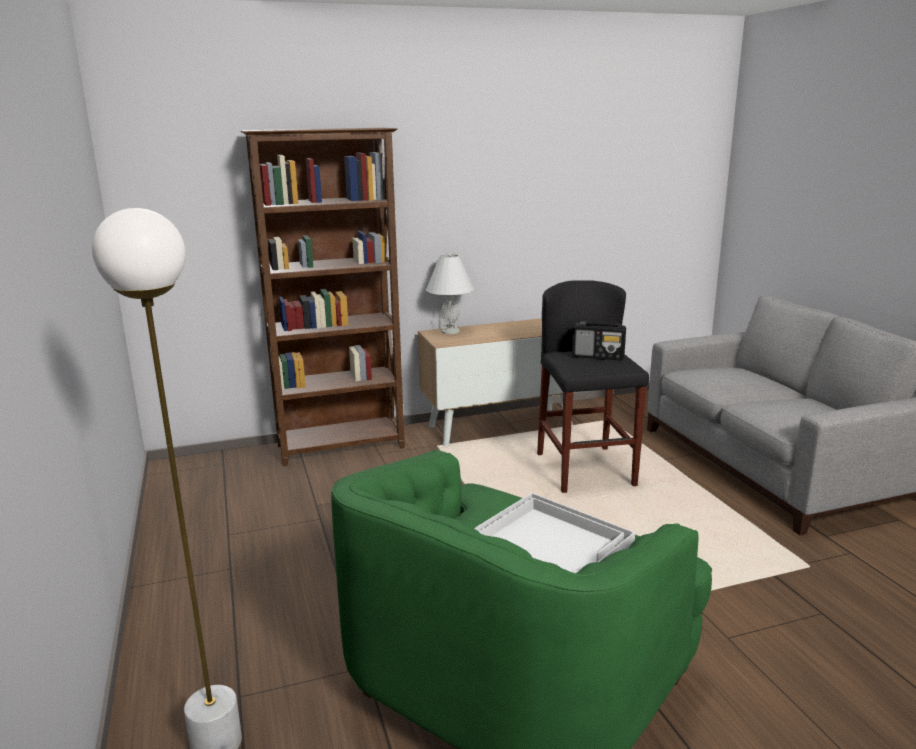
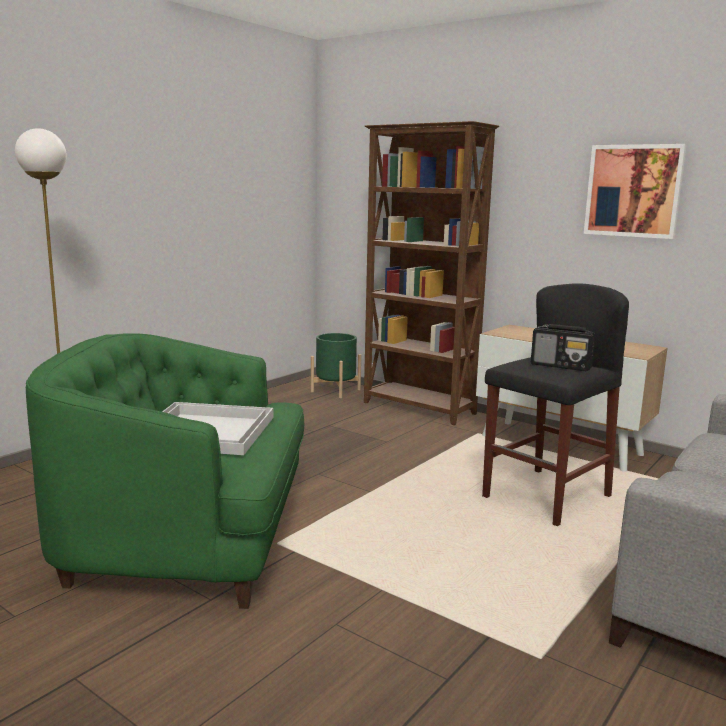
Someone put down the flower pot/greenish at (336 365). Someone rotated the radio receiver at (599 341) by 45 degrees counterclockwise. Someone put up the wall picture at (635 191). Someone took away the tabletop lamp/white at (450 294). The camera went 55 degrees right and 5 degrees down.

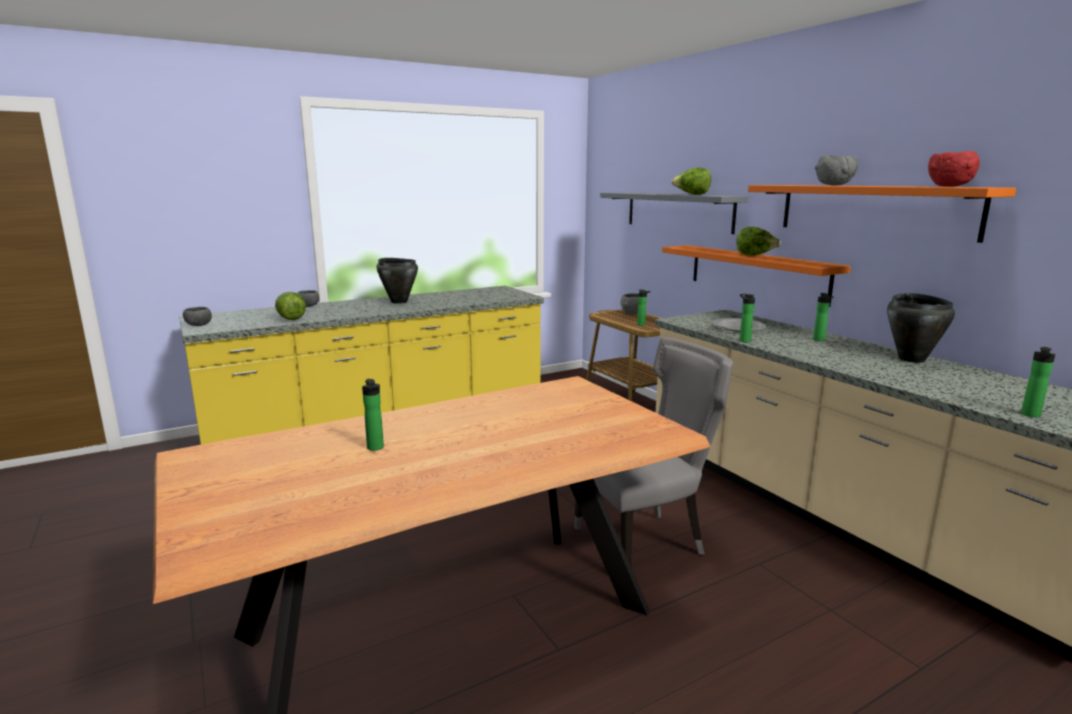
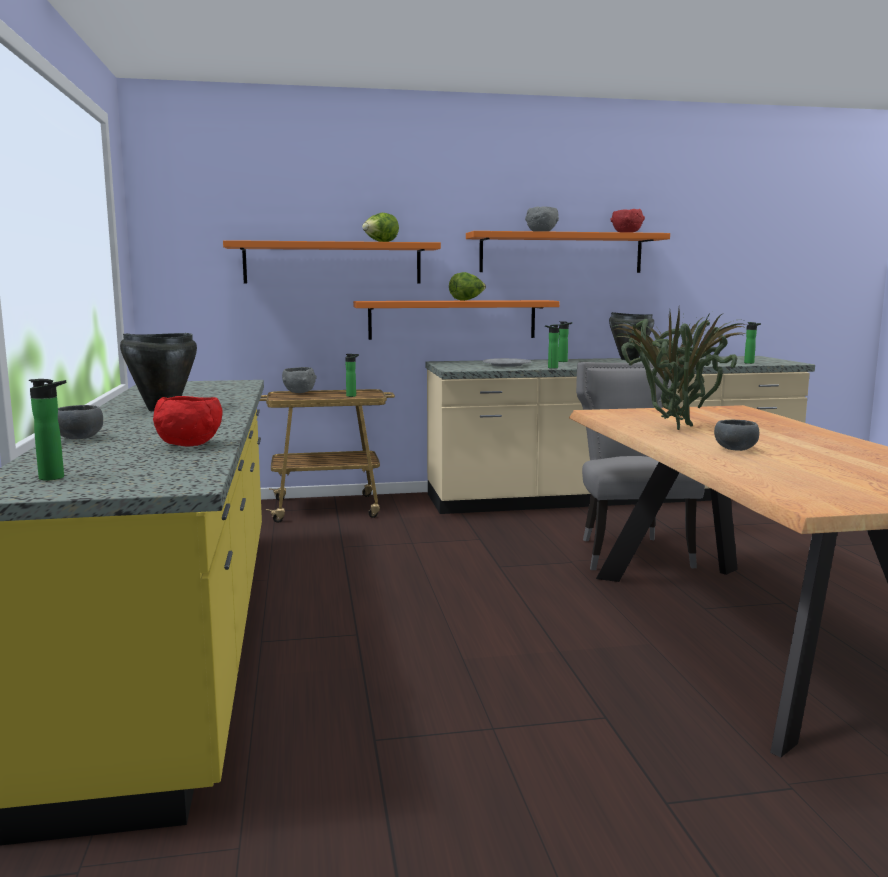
Someone carried the drink bottle from (373 415) to (47 429). Someone swapped the lettuce head at (290 306) for the bowl/red-coloured at (187 421). Someone repainted the bracket shelf/grey at (674 213), which became the bracket shelf/orange-coloured at (332 261). Someone put down the houseplant at (679 369). Someone carried the bowl/grey from (197 316) to (736 435). The camera went 70 degrees left and 5 degrees down.

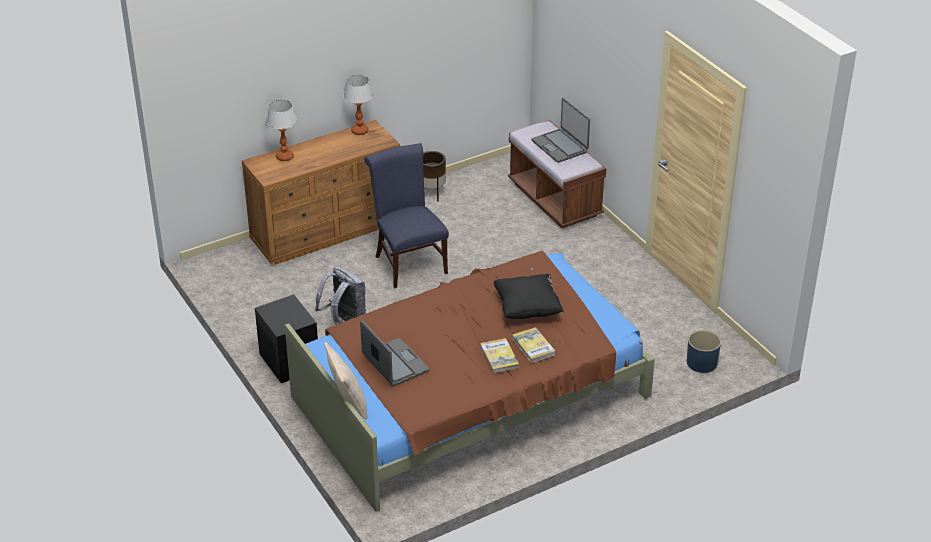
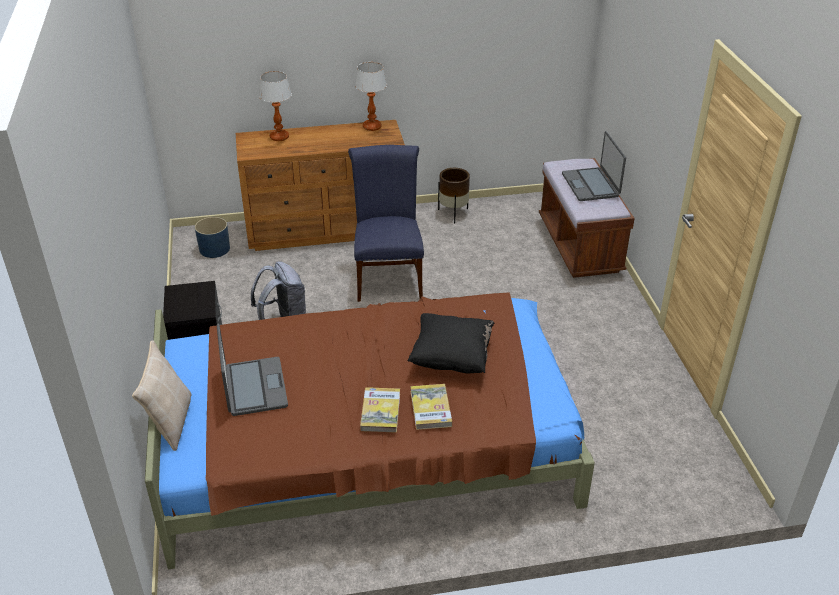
Someone carried the flower pot/blue from (704 351) to (212 237). The camera went 20 degrees right and 0 degrees up.

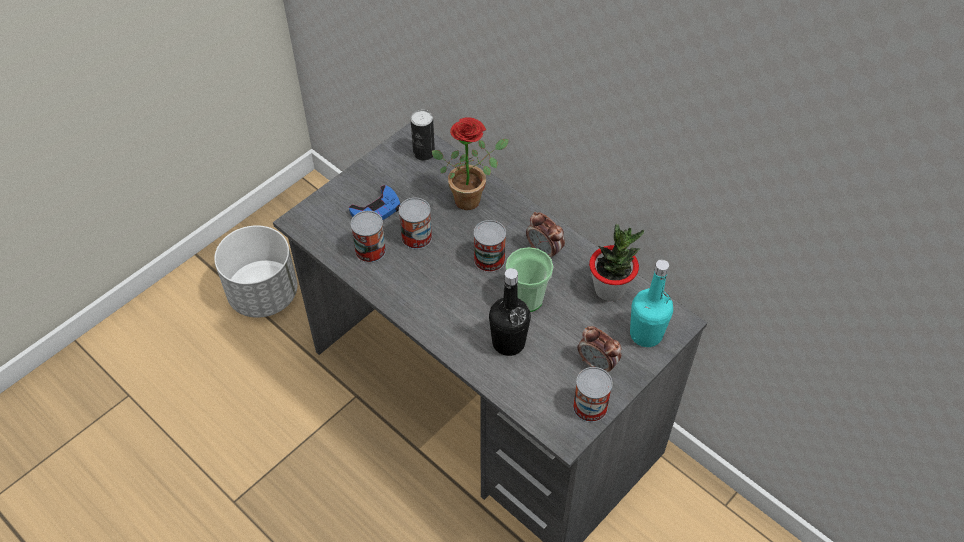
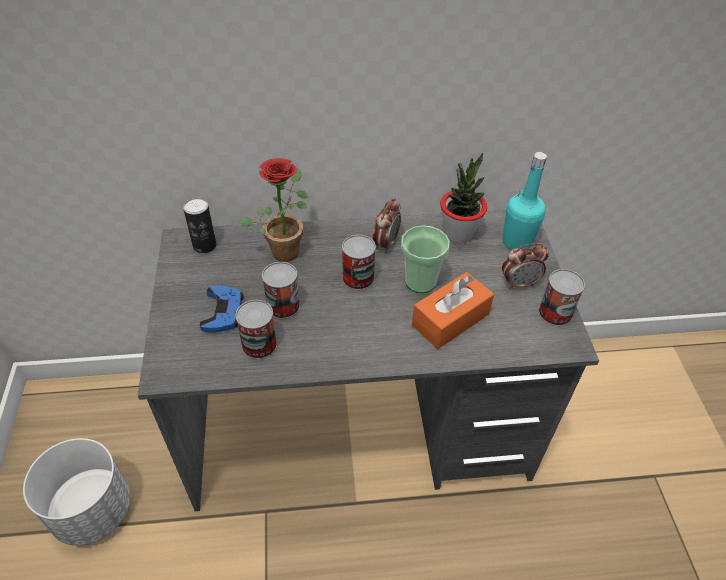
Someone rotated the alarm clock at (545 234) by 60 degrees counterclockwise. Someone swapped the drink bottle/blackish at (510 312) for the box of tissues/orange-coloured at (453 310). The camera went 50 degrees left and 5 degrees down.

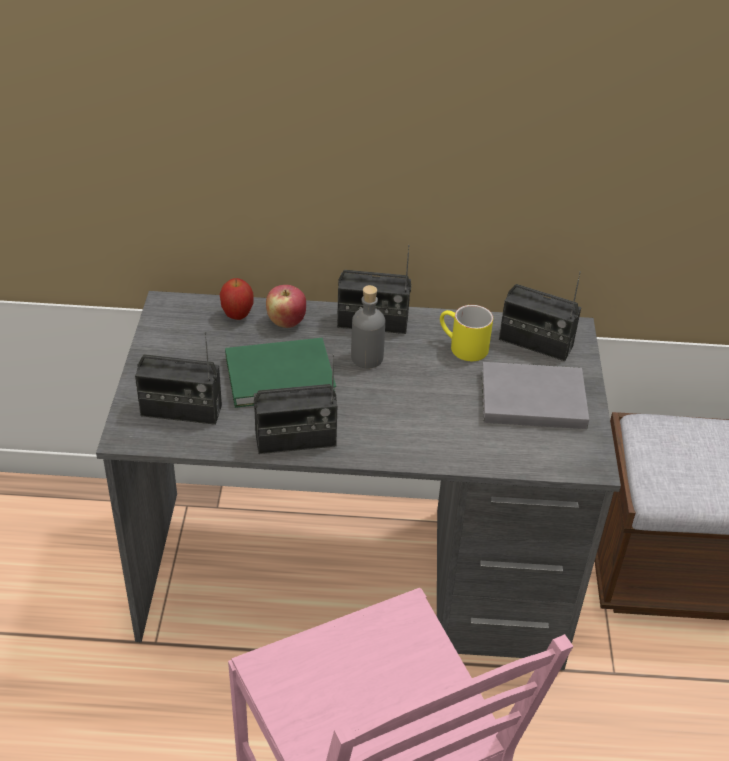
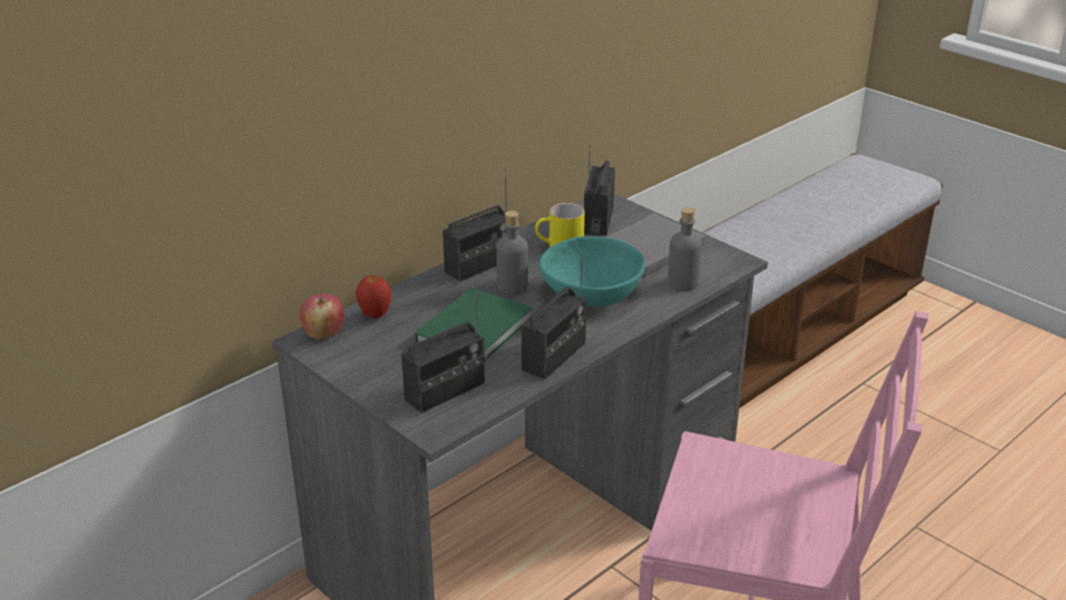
Someone carried the whole apple from (286 306) to (322 316). Someone put down the bowl/blue-green at (592 271). Someone rotated the radio receiver at (540 316) by 120 degrees clockwise. Someone put down the drink bottle/grey at (685 249). The camera went 45 degrees left and 10 degrees down.

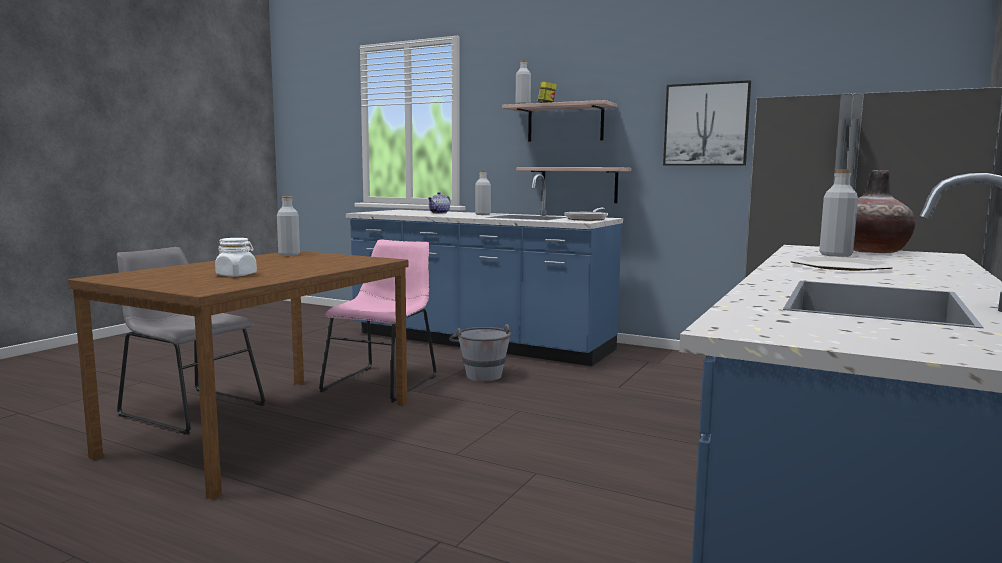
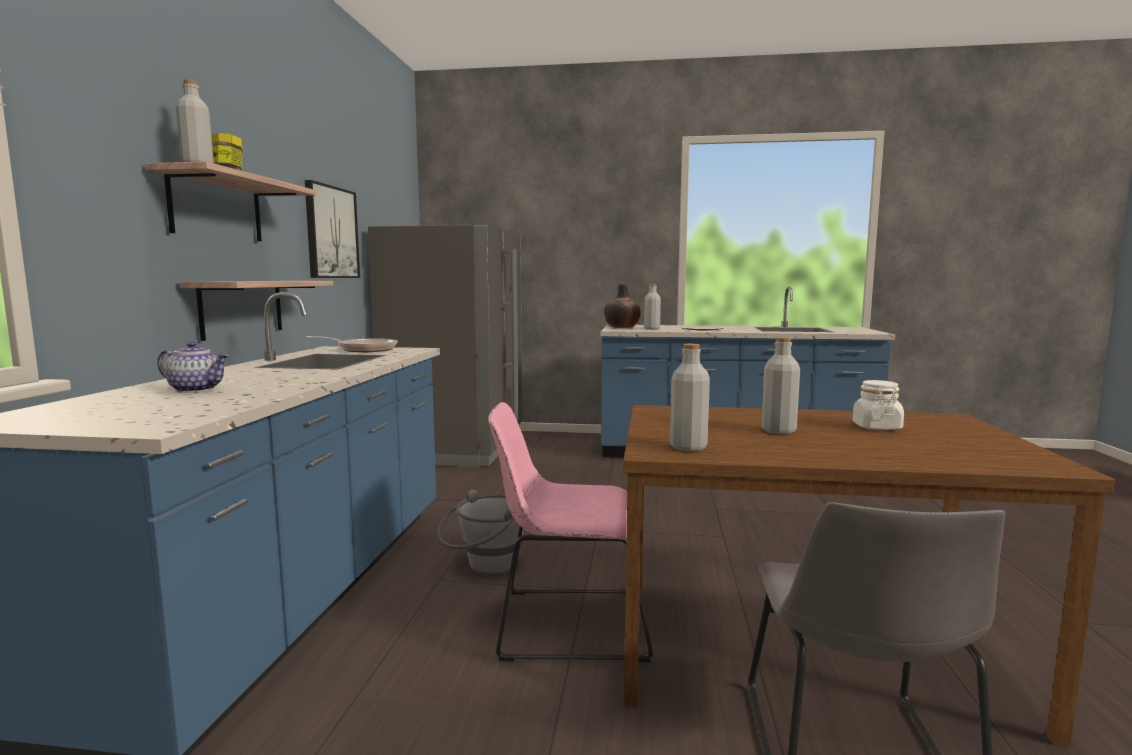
Someone carried the drink bottle/grey from (483 193) to (780 385). The camera went 110 degrees left and 0 degrees up.

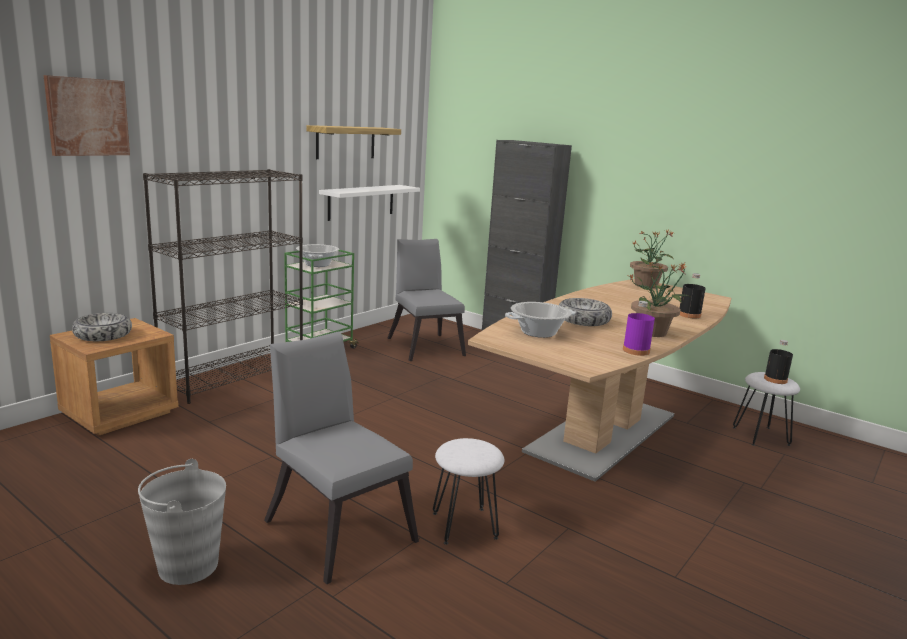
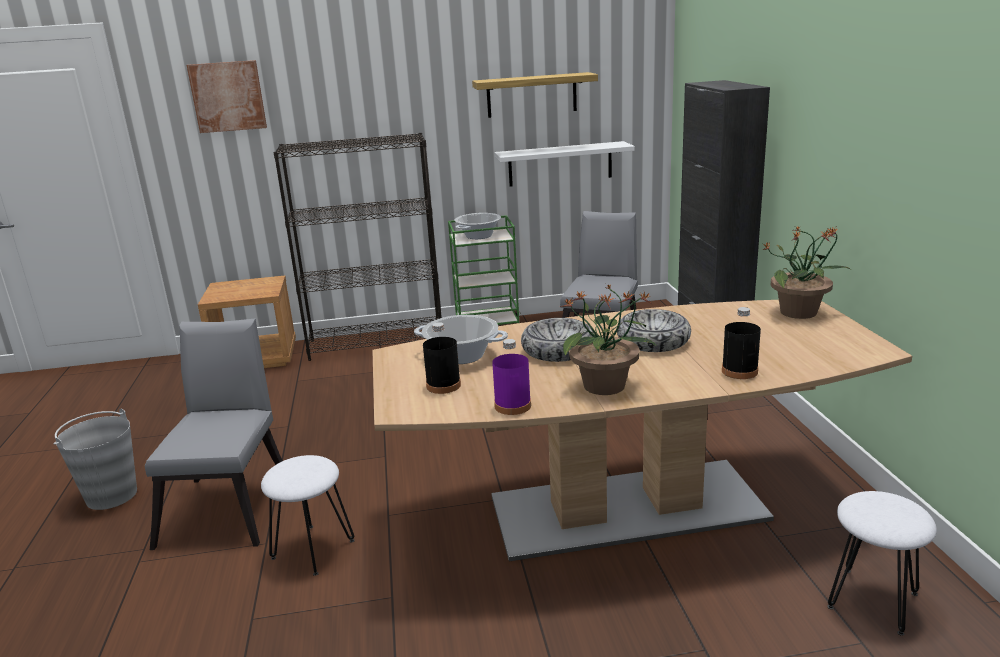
Someone carried the drink bottle/blackish from (778 362) to (442 358). Someone carried the bowl from (102 327) to (654 330). The camera went 45 degrees right and 5 degrees up.

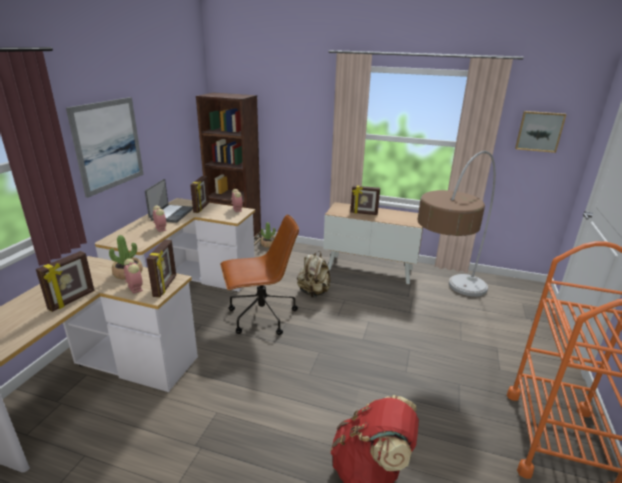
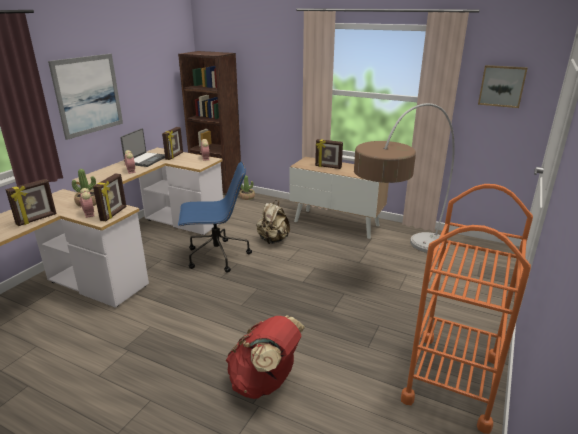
Someone repainted the computer chair/brownish at (259 274), which became the computer chair/blue at (215 217). The camera went 10 degrees right and 0 degrees up.

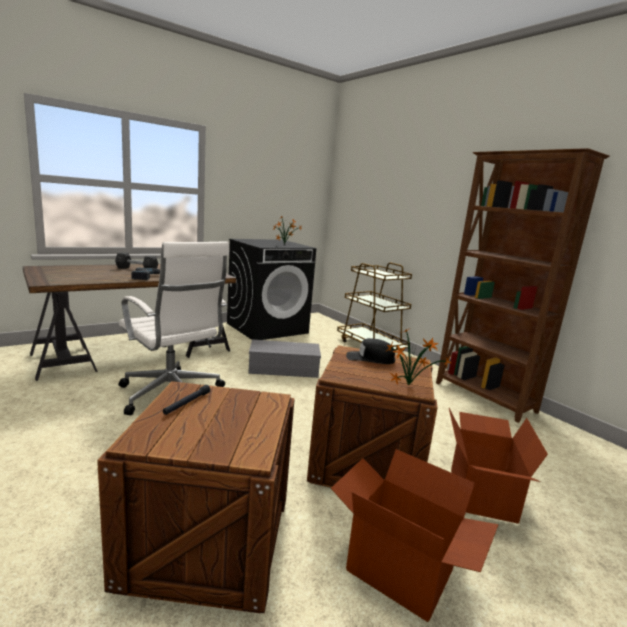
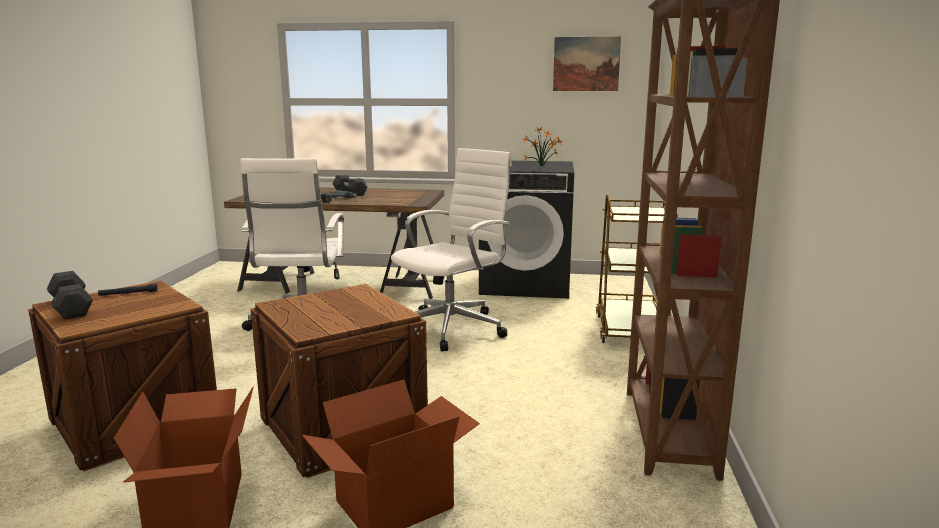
Someone put down the dumbbell/grey at (70 295). Someone swapped the storage bin/grey at (284 358) for the computer chair/white at (451 250). Someone put up the wall picture at (587 64). Someone took away the cap/blackish at (370 351). Someone took away the houseplant at (418 357). The camera went 45 degrees right and 0 degrees up.

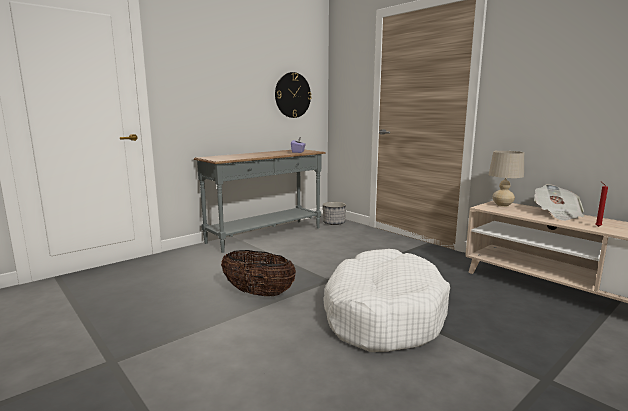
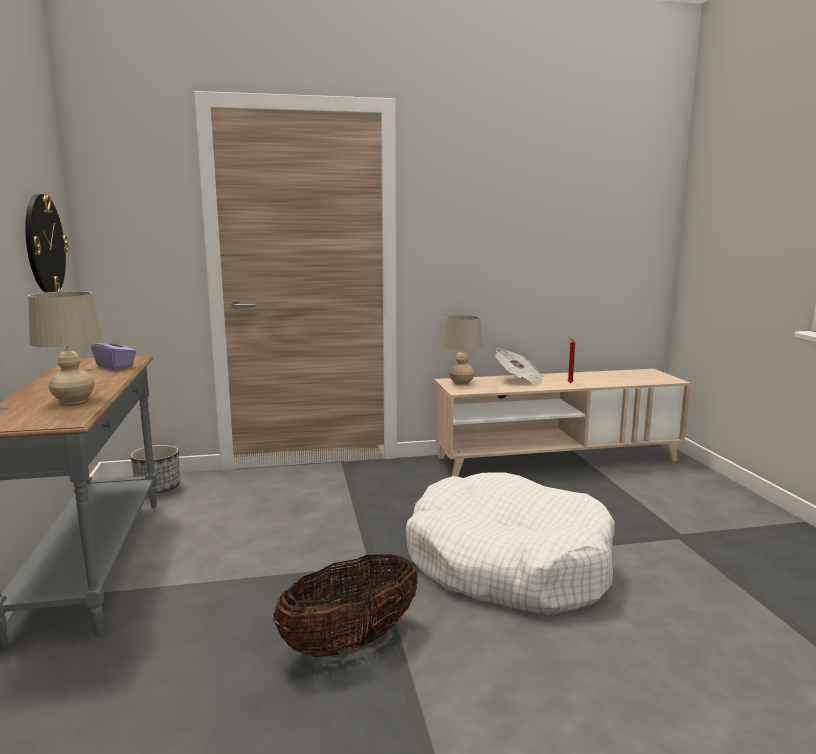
Someone put down the tabletop lamp/beige at (65 347). The camera went 60 degrees left and 0 degrees up.

